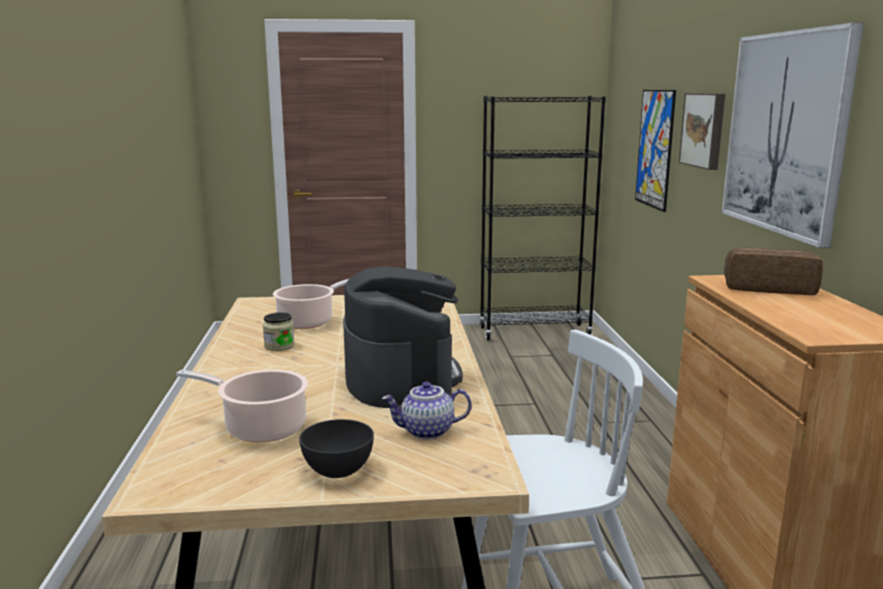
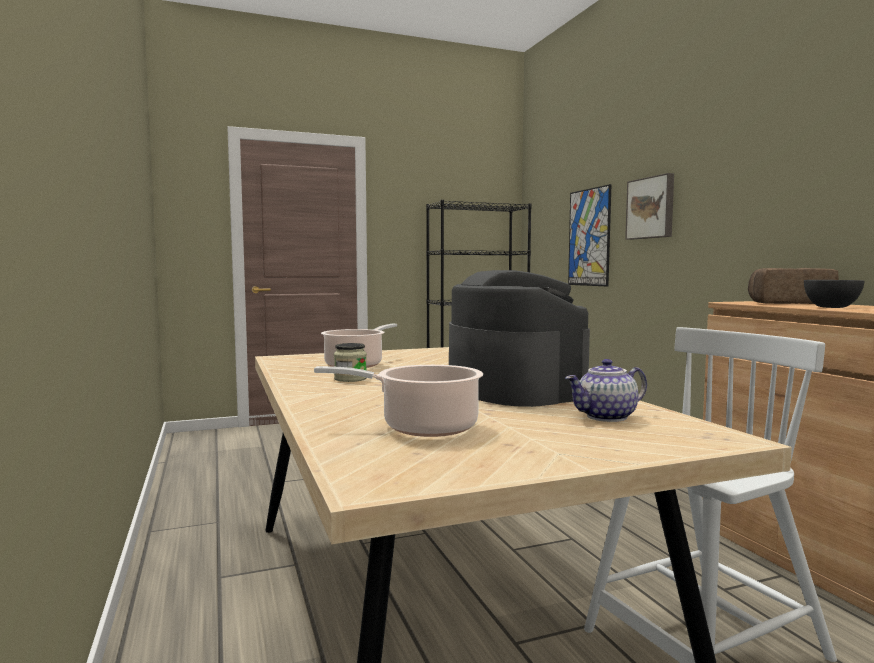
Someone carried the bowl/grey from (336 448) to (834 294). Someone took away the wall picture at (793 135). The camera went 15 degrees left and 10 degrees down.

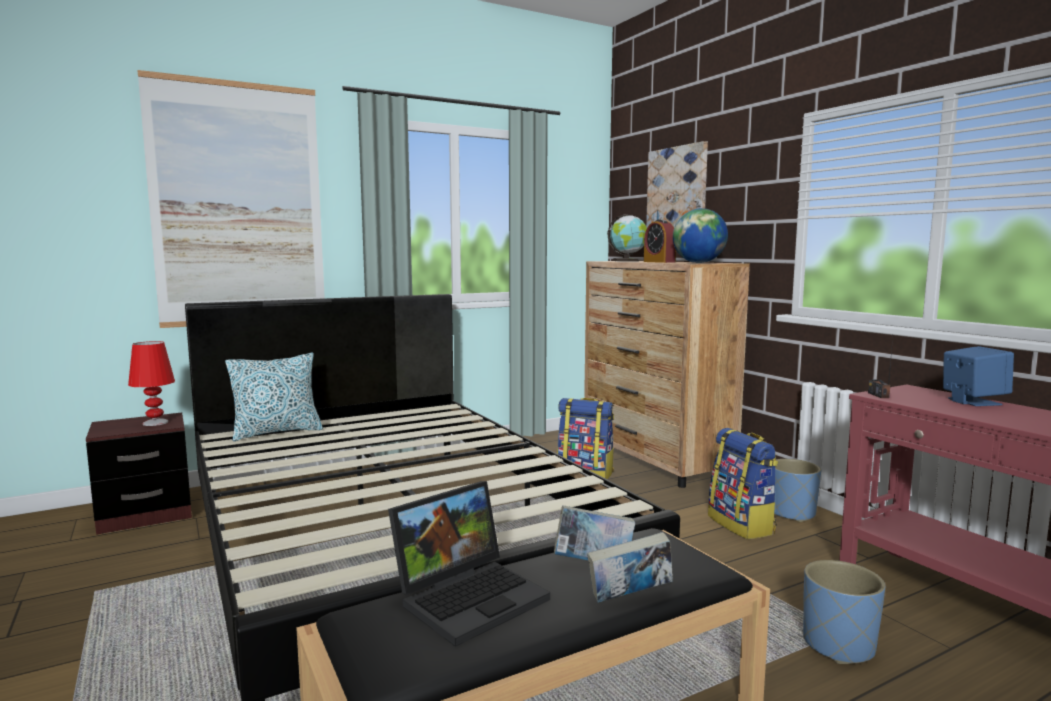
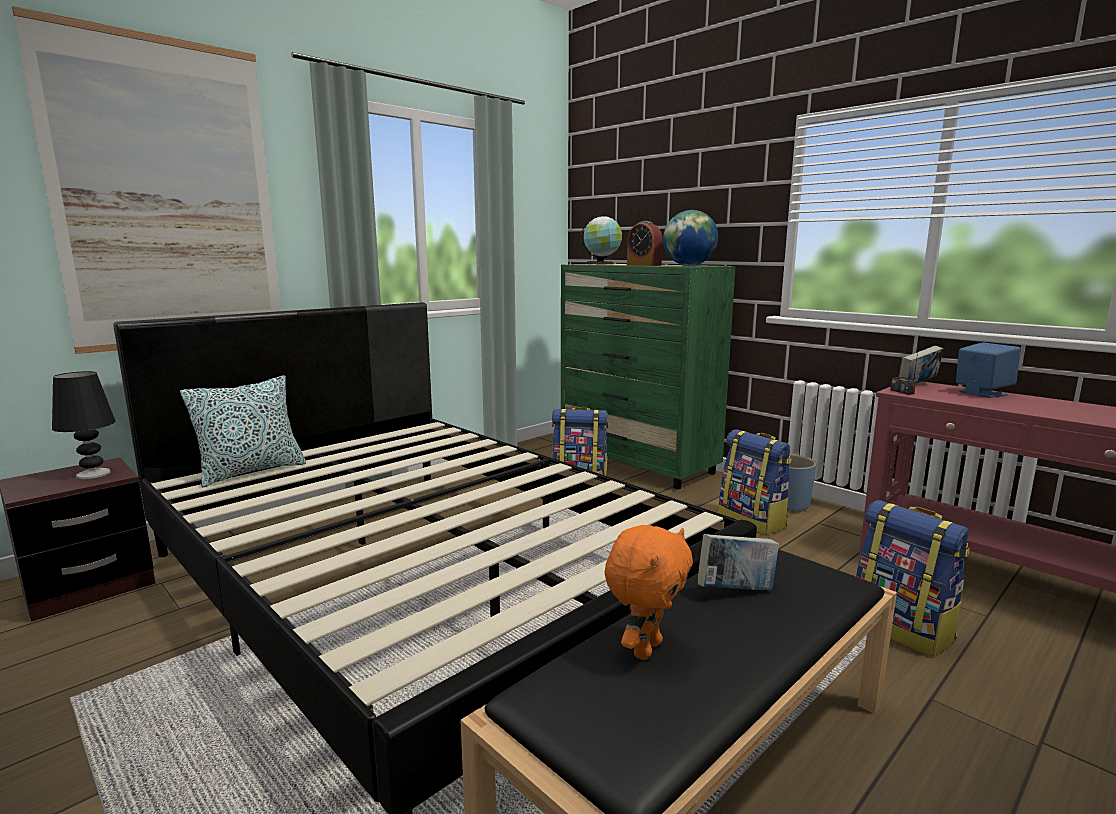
Someone repainted the tabletop lamp/red-coloured at (151 383), which became the tabletop lamp/blackish at (83 425). Someone repainted the drawer chest/brownish at (667 374), which became the drawer chest/greenish at (648 376). Someone swapped the portable computer at (469 564) for the soft toy/orange-coloured at (648 592). Someone swapped the flower pot/blue at (844 612) for the knapsack at (913 578). Someone carried the bound book from (630 567) to (921 365). Someone took away the wall picture at (677 184). The camera went 15 degrees left and 5 degrees up.

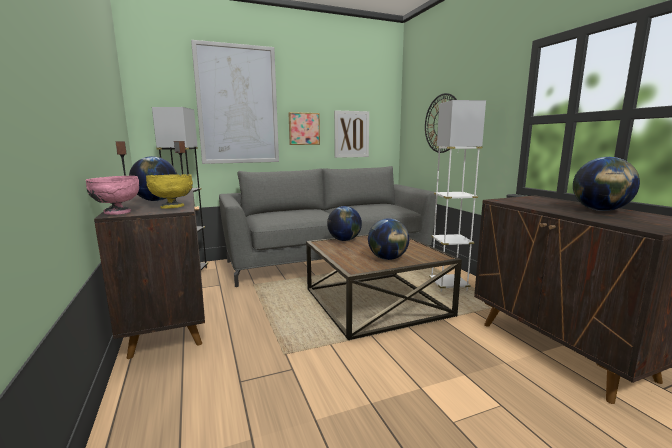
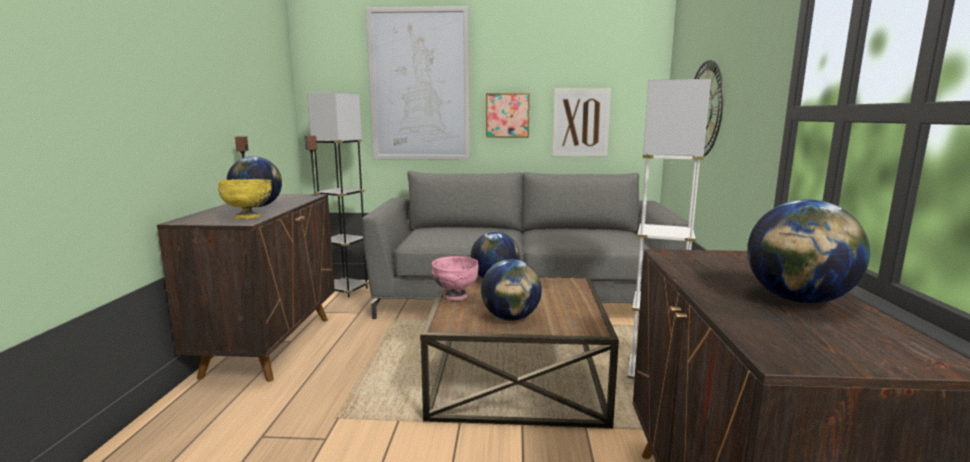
Someone carried the bowl/pink-coloured from (112 195) to (455 278). The camera went 25 degrees right and 0 degrees up.

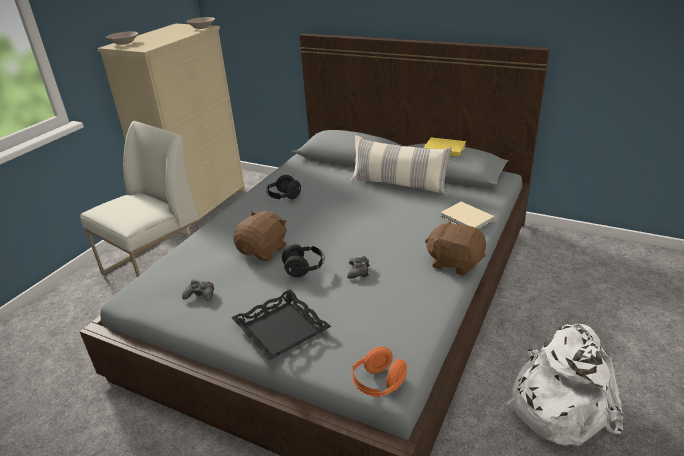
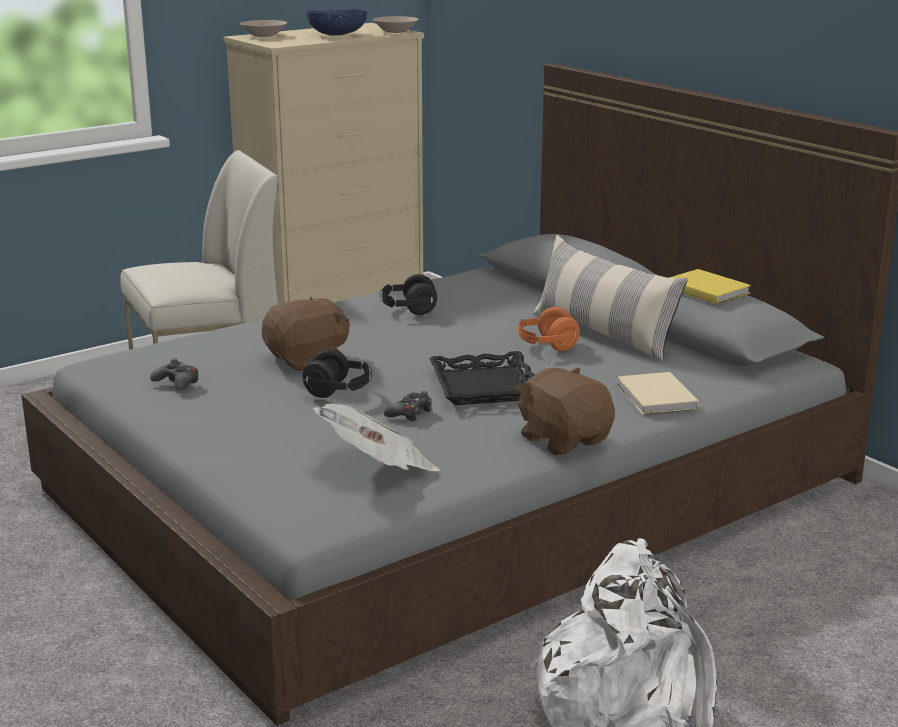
Someone put down the bowl/blue at (336 22). Someone put down the daily paper at (376 437). Someone carried the serving tray/blackish from (281 325) to (481 378). Someone carried the pair of headphones/orange-coloured from (379 372) to (548 329). The camera went 25 degrees right and 10 degrees down.

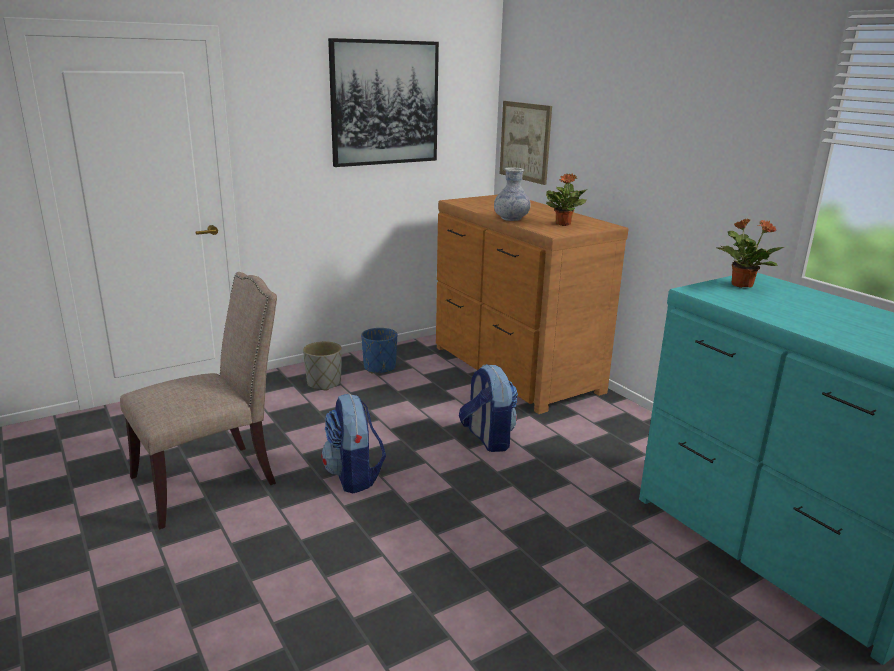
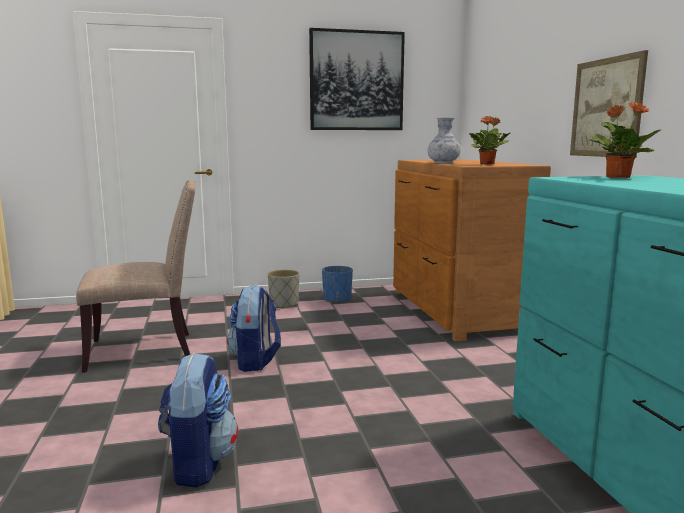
Someone carried the knapsack from (488 408) to (198 420). Someone carried the wall picture from (526 143) to (609 104). The camera went 20 degrees right and 10 degrees down.

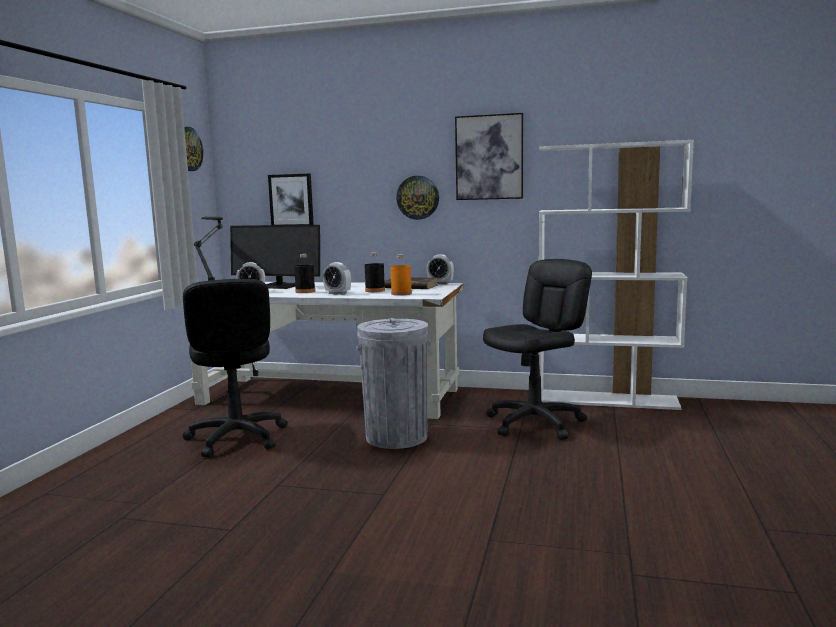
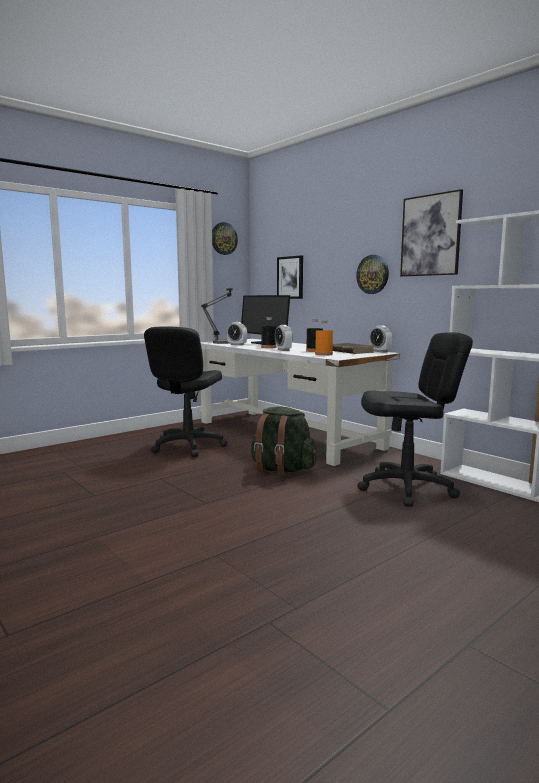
Someone swapped the trash can/grey at (393 383) for the knapsack/greenish at (284 441). The camera went 35 degrees right and 0 degrees up.

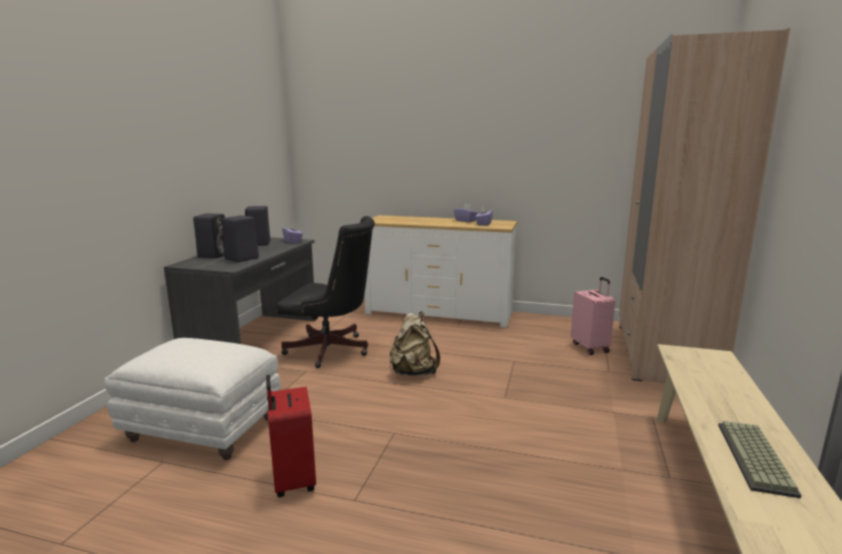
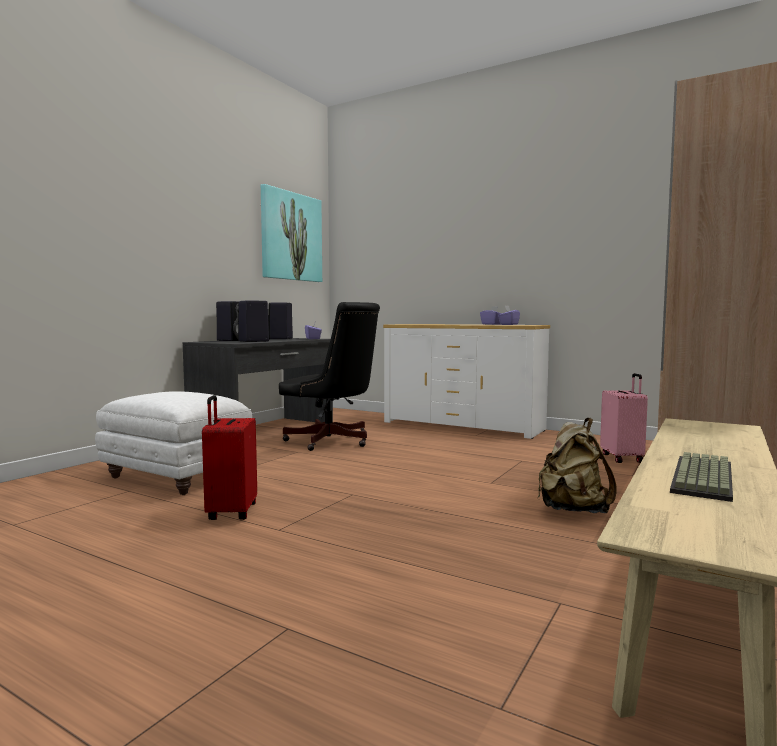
Someone put up the wall picture at (291 233). Someone carried the knapsack/beige from (415 344) to (577 465). The camera went 15 degrees right and 10 degrees down.

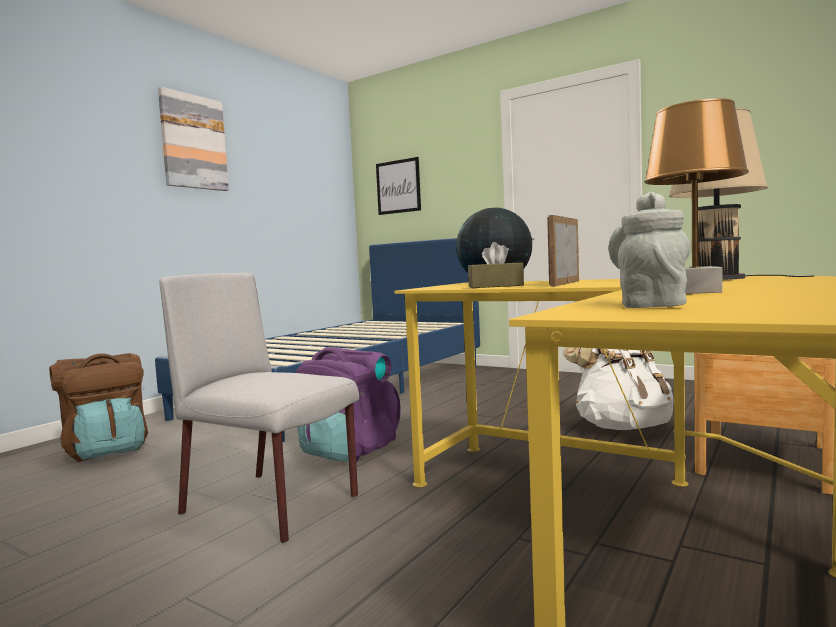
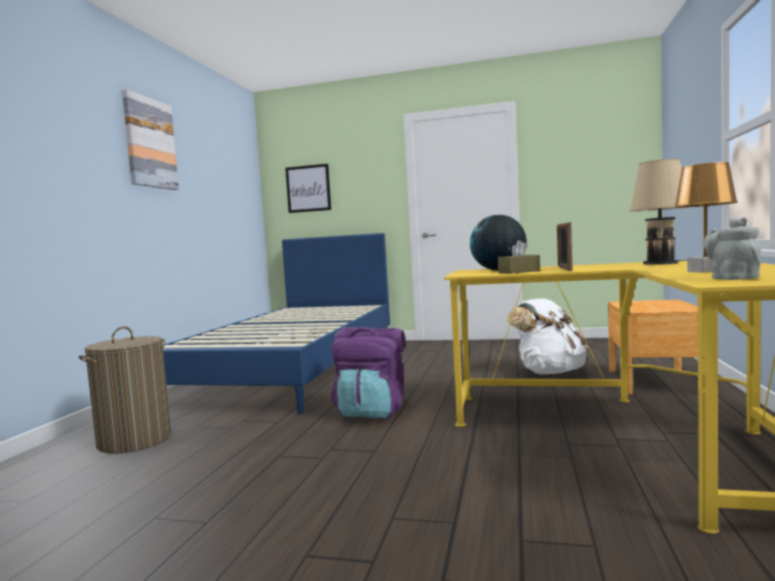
Someone swapped the knapsack/brownish at (99 407) for the laundry basket at (125 390). Someone took away the plain chair/grey at (259 408). The camera went 20 degrees left and 0 degrees up.

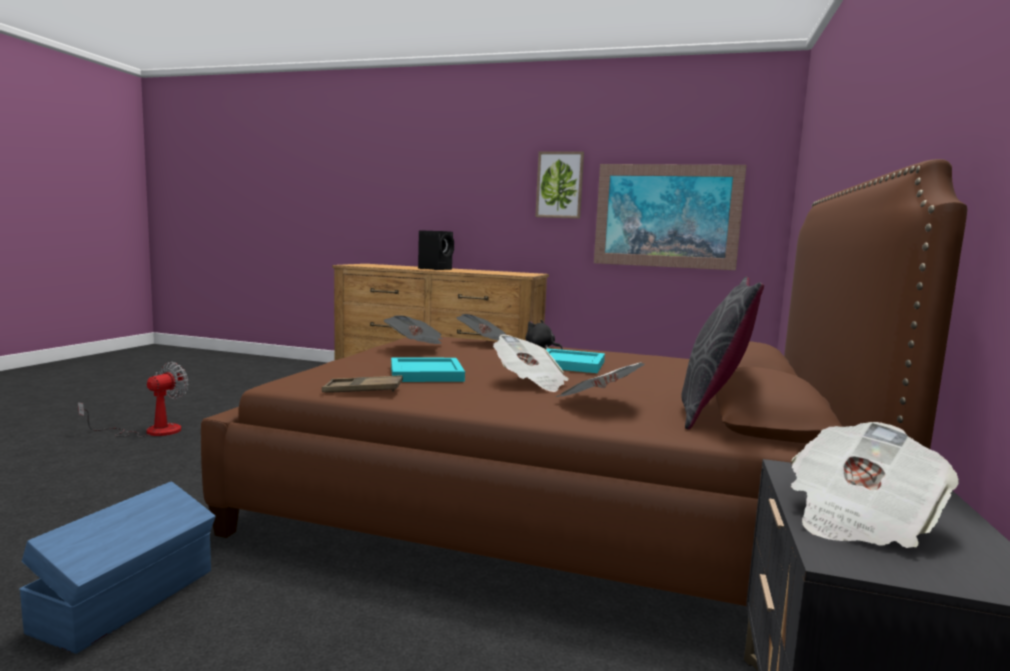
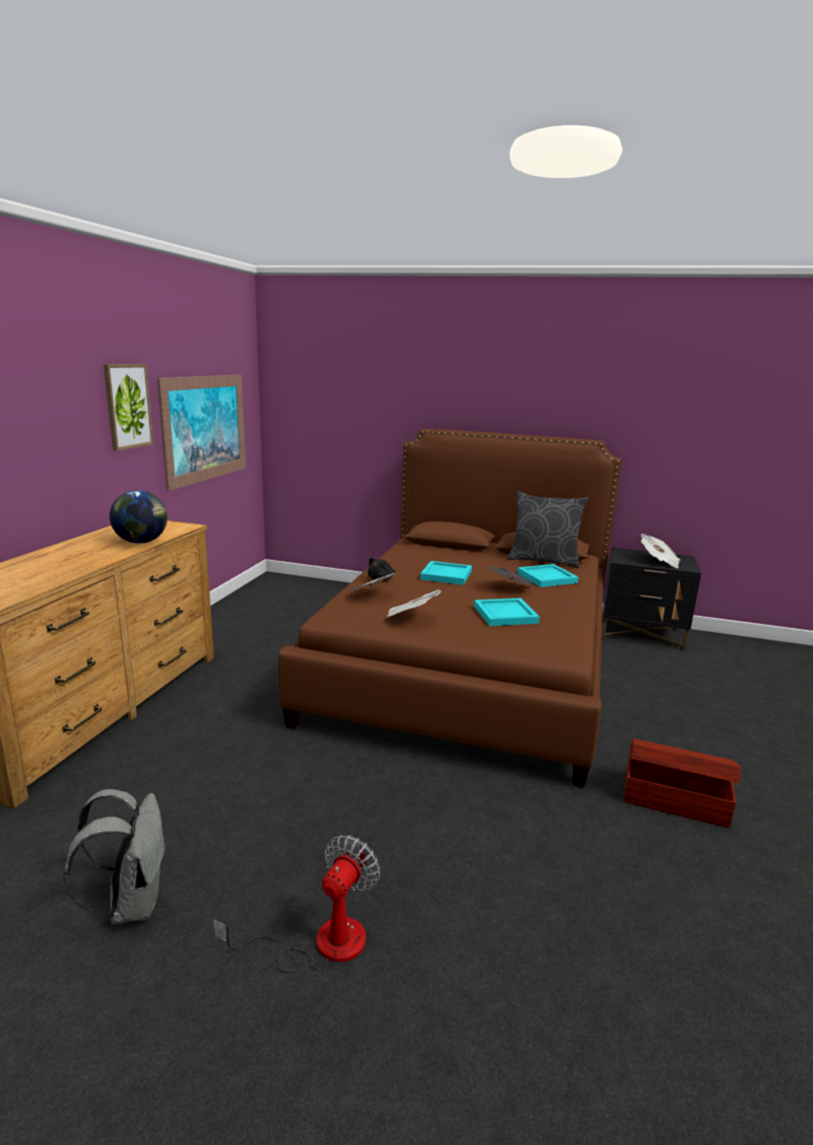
Someone put down the knapsack/grey at (115 857). Someone put down the globe at (138 516). Someone rotated the electric fan at (133 399) by 90 degrees clockwise. Someone swapped the daily paper at (600 379) for the serving tray/blue-green at (548 575). Someone repainted the storage bin/blue at (118 567), which became the storage bin/brownish at (682 783). Someone took away the serving tray/brownish at (362 384). Someone took away the loudspeaker/blackish at (436 250). The camera went 90 degrees left and 10 degrees up.

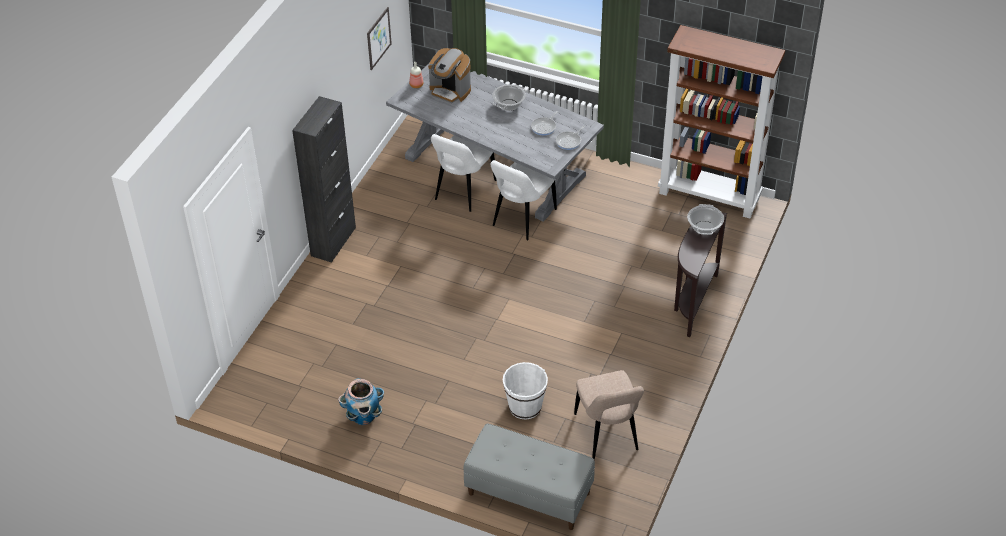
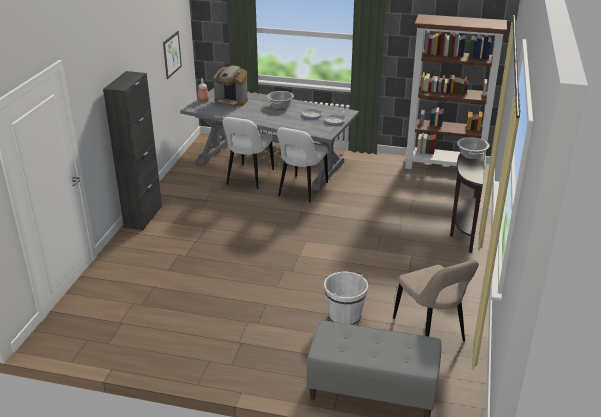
Someone took away the flower pot at (361 401). The camera went 10 degrees left and 15 degrees down.

